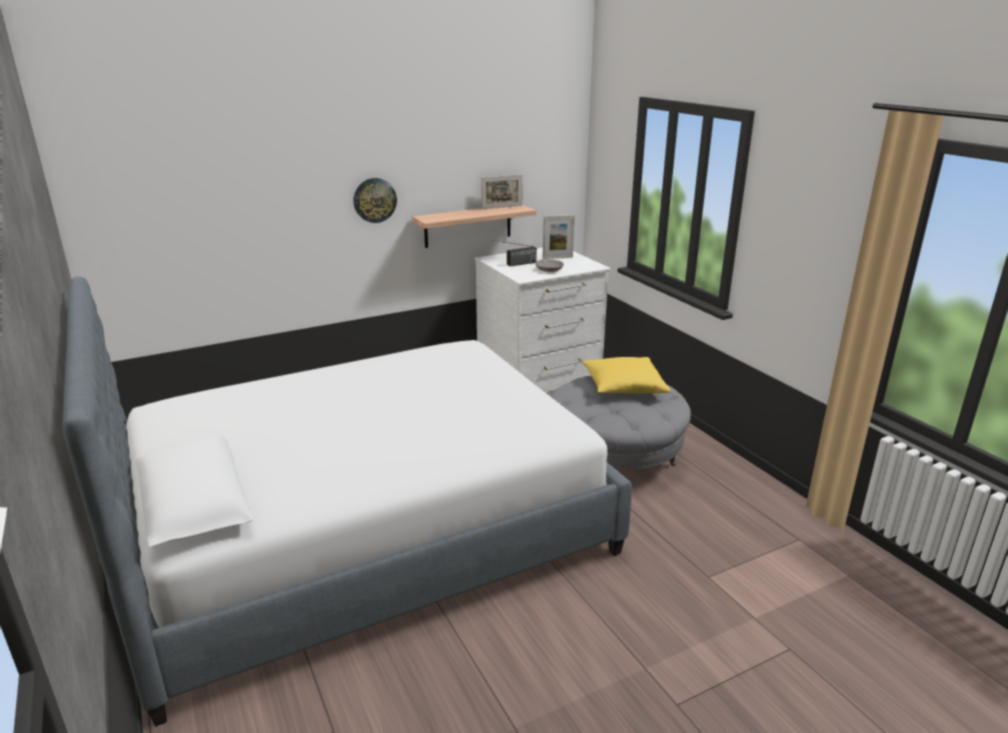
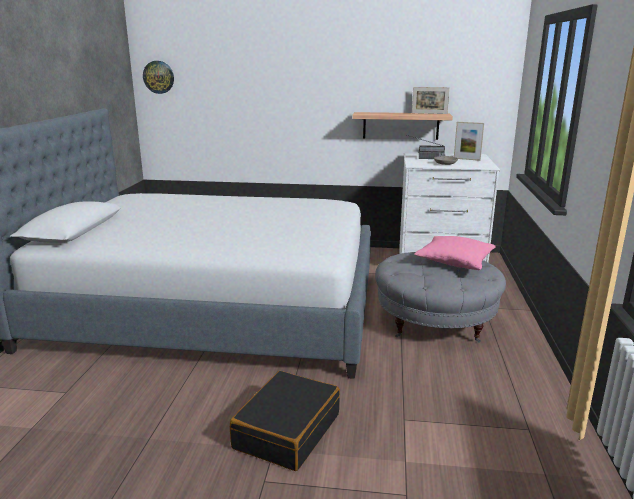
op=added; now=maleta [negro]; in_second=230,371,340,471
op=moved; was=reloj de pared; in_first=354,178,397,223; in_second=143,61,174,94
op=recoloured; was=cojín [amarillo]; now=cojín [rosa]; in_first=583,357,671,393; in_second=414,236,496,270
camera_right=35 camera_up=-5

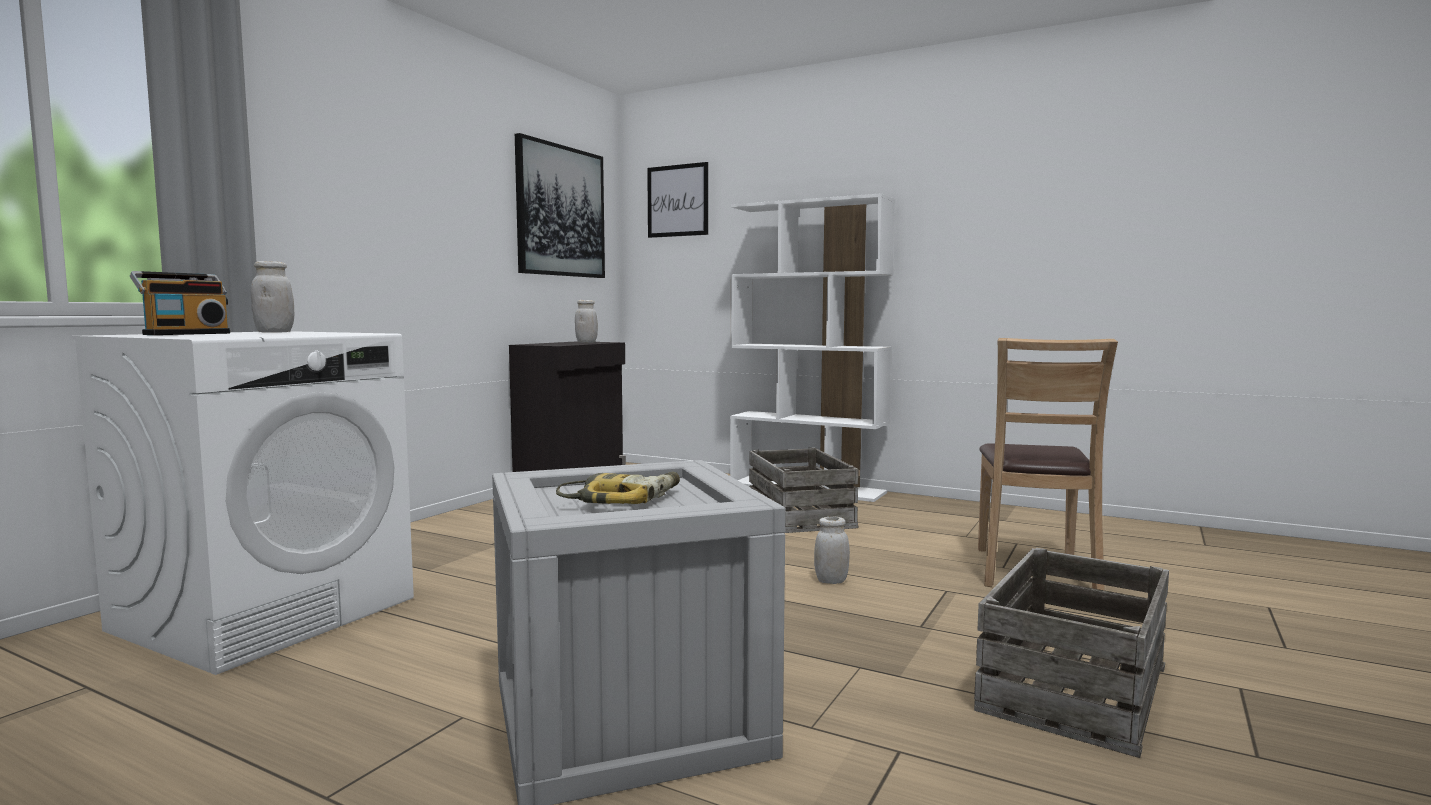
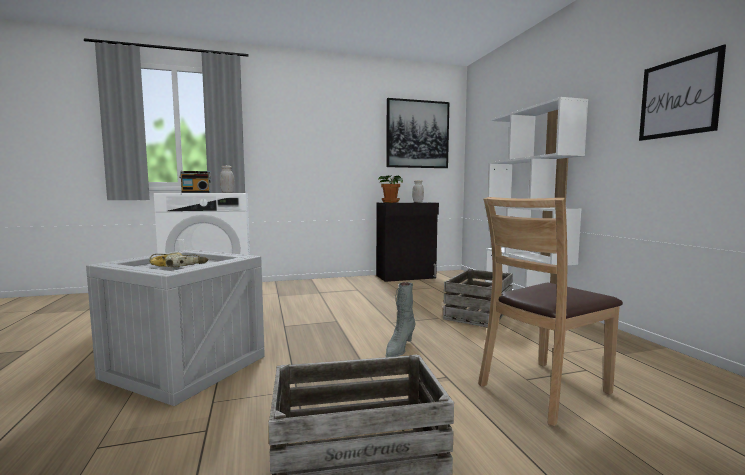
op=added; now=planta en maceta; in_second=378,175,403,203
op=moved; was=cuadro; in_first=647,162,708,238; in_second=639,44,726,141
op=replaced; was=tarro [blanco]; now=bota [gris]; in_first=814,517,850,584; in_second=385,282,415,357
camera_right=45 camera_up=0

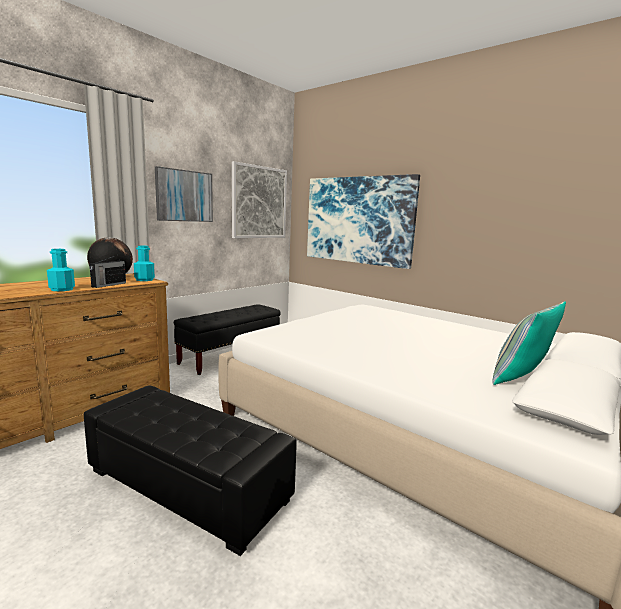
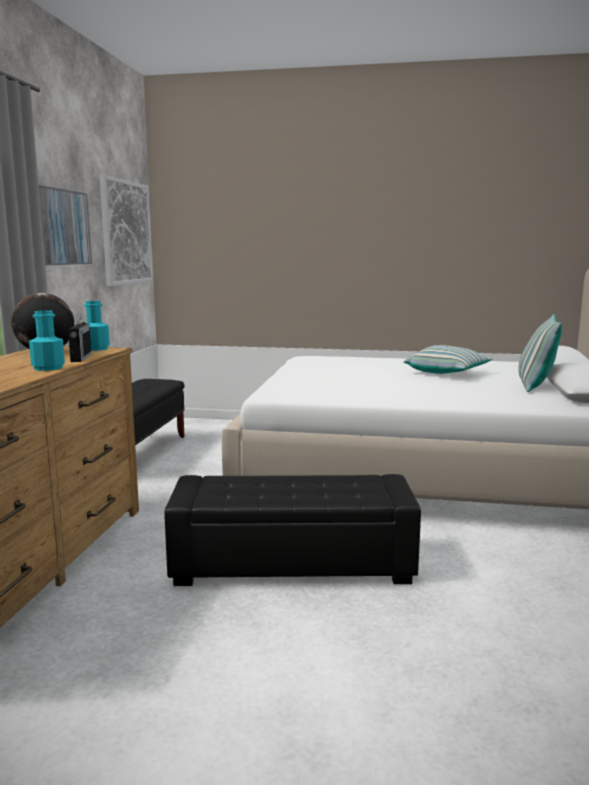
op=removed; was=cuadro; in_first=307,174,420,269
op=added; now=cojín; in_second=403,345,492,374
camera_right=-30 camera_up=0

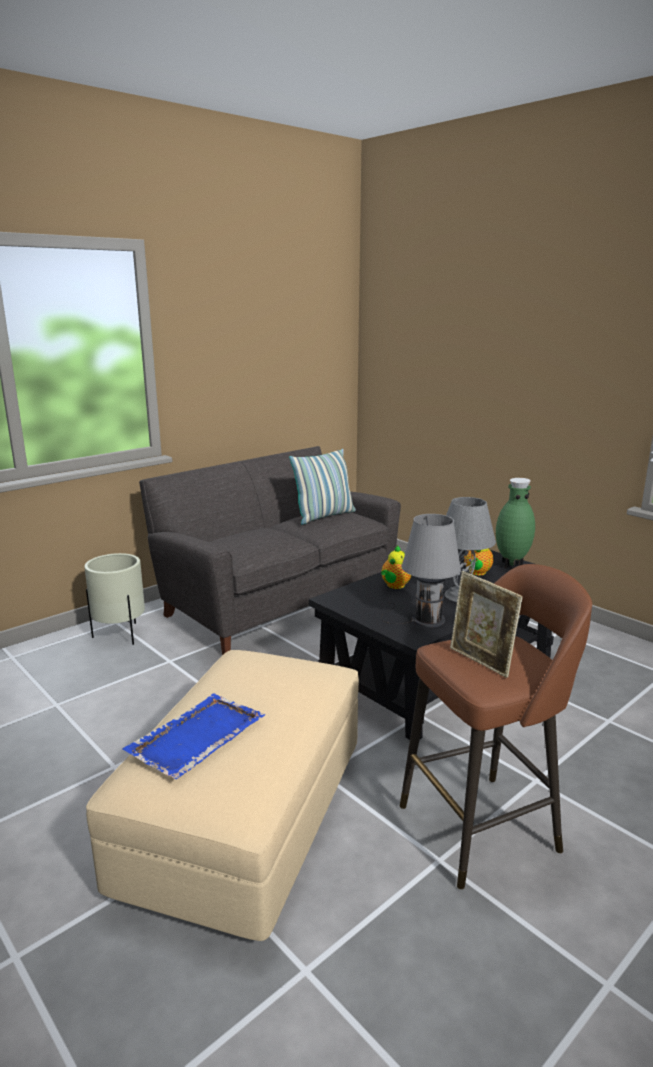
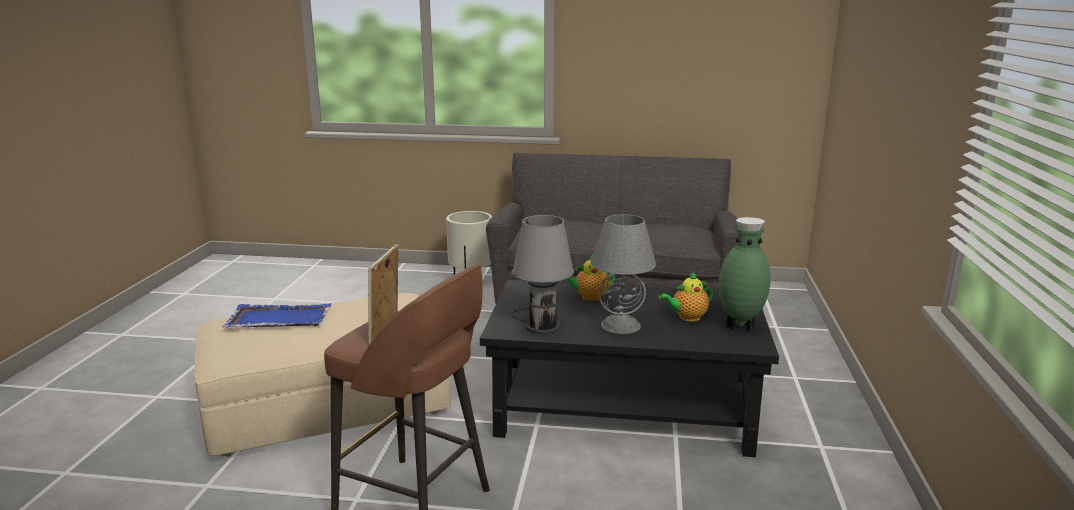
op=removed; was=cojín; in_first=289,449,356,524
camera_right=50 camera_up=0

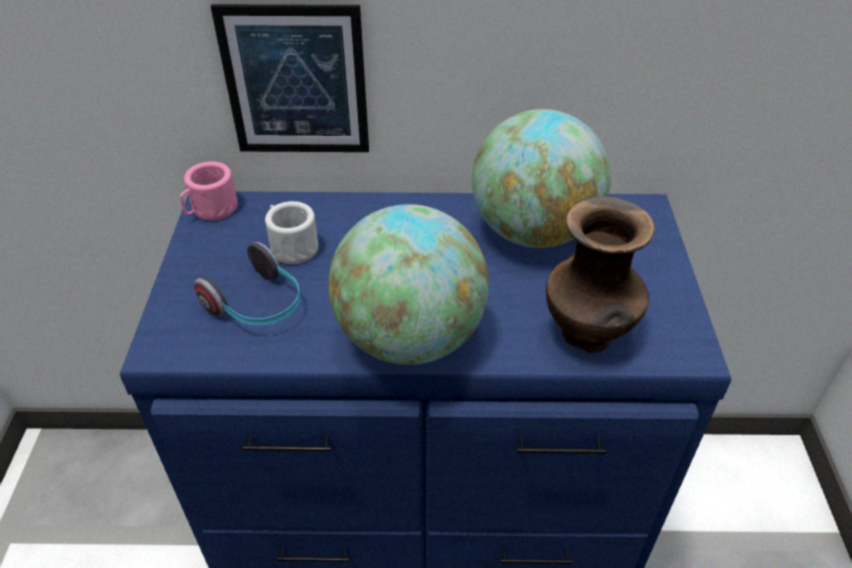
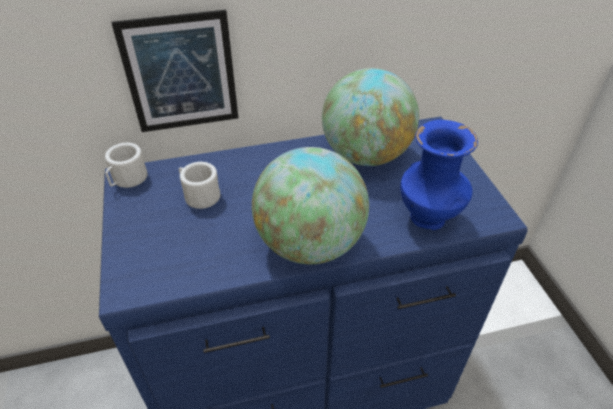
op=removed; was=auriculares; in_first=194,242,300,326
op=recoloured; was=taza grande [rosa]; now=taza grande [blanco]; in_first=180,161,238,220; in_second=105,143,148,188
op=recoloured; was=florero [marrón]; now=florero [azul]; in_first=546,196,655,353; in_second=400,120,478,230
camera_right=-15 camera_up=0

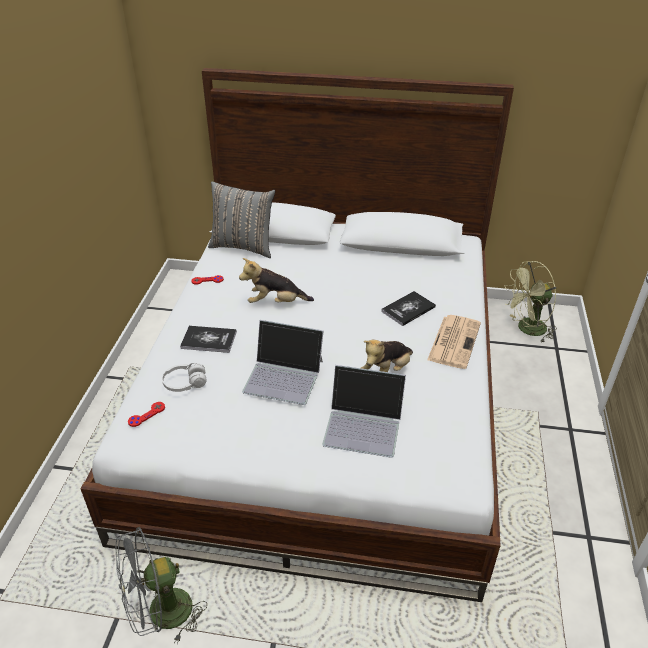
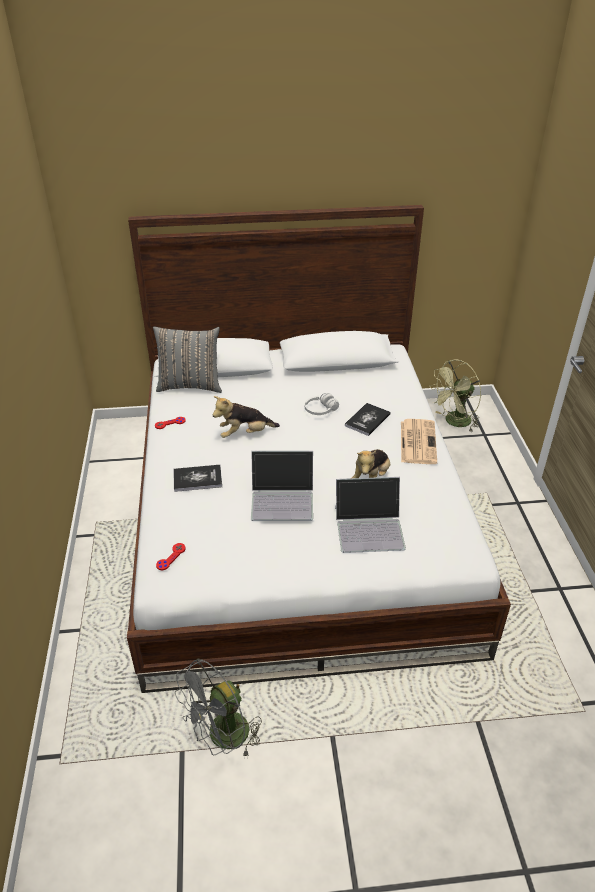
op=moved; was=auriculares [blanco]; in_first=162,363,206,392; in_second=305,393,339,415
camera_right=-15 camera_up=0

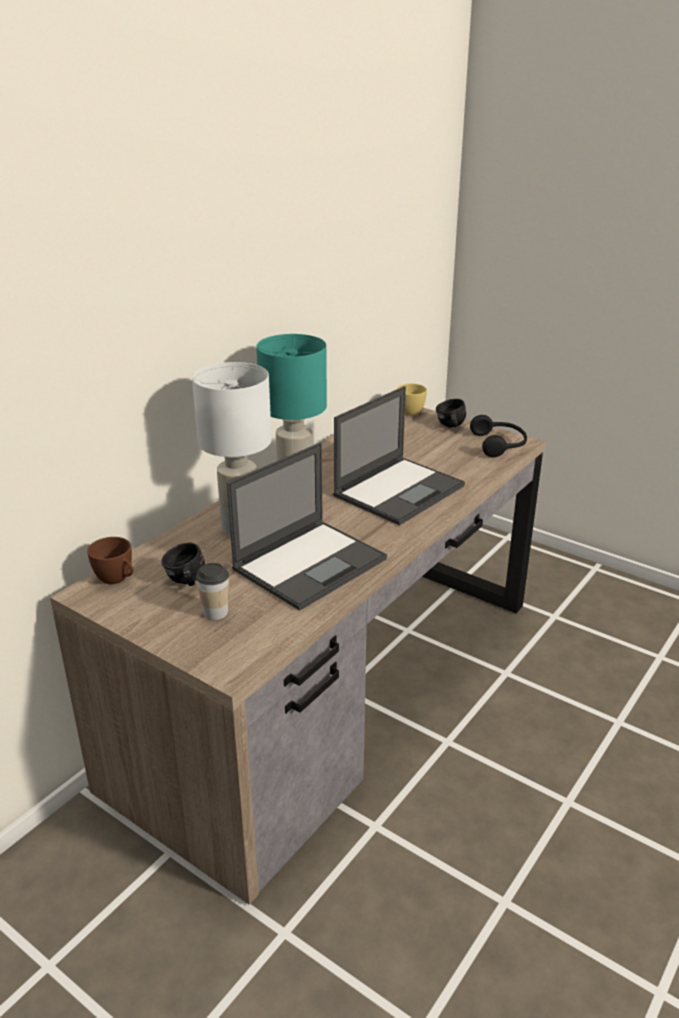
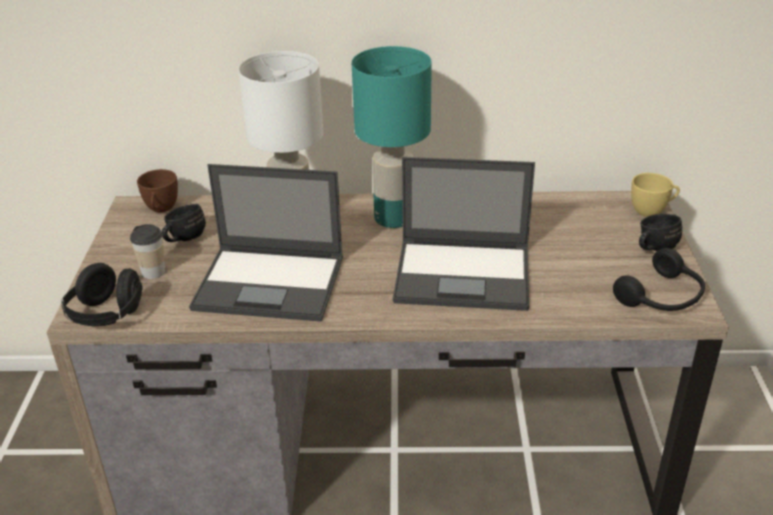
op=added; now=auriculares [negro]; in_second=61,263,143,326
camera_right=55 camera_up=5

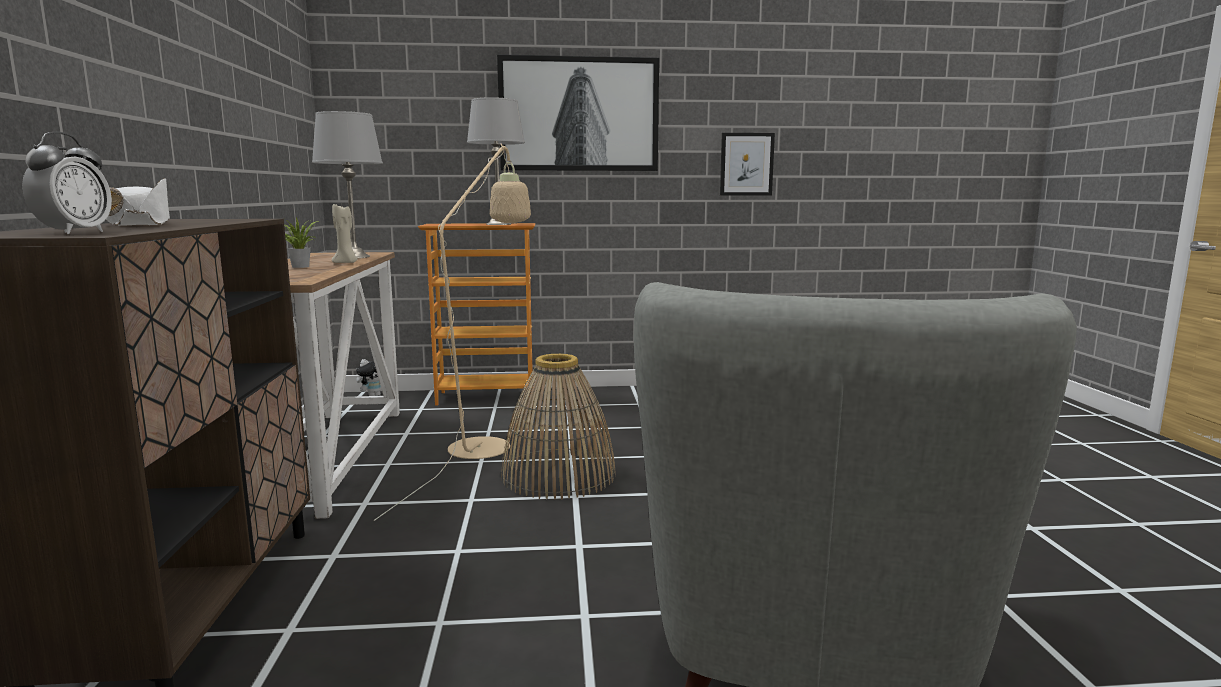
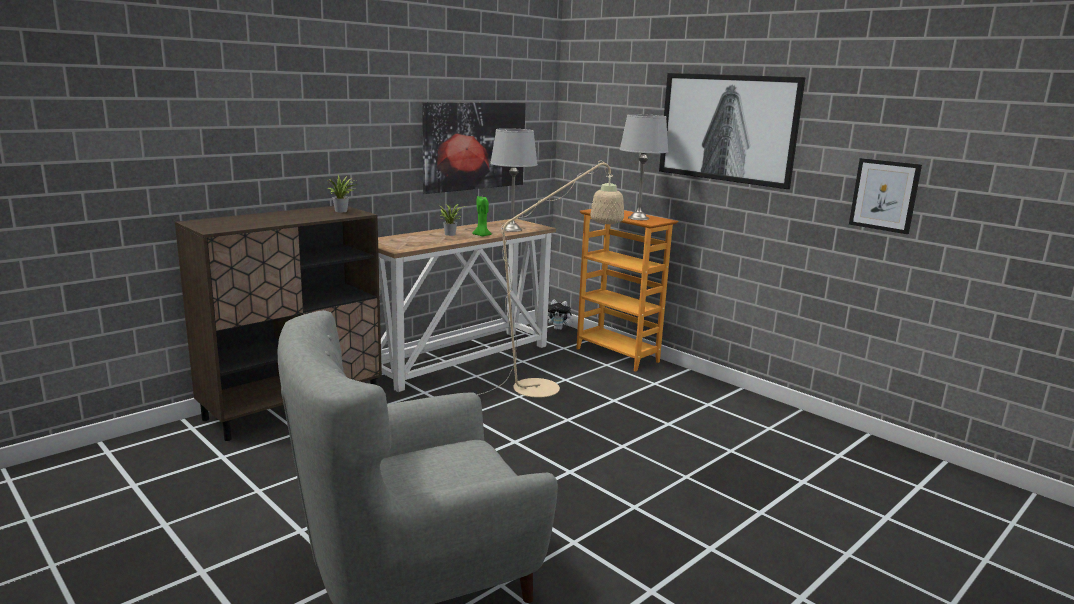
op=removed; was=despertador; in_first=22,132,112,234
op=removed; was=sombrero [blanco]; in_first=106,178,170,226
op=removed; was=cesta; in_first=501,354,616,500
op=added; now=planta en maceta; in_second=327,174,355,212
op=added; now=cuadro; in_second=422,102,526,194
op=recoloured; was=vela [beis]; now=vela [verde]; in_first=332,204,358,263; in_second=472,196,492,237
camera_right=50 camera_up=5

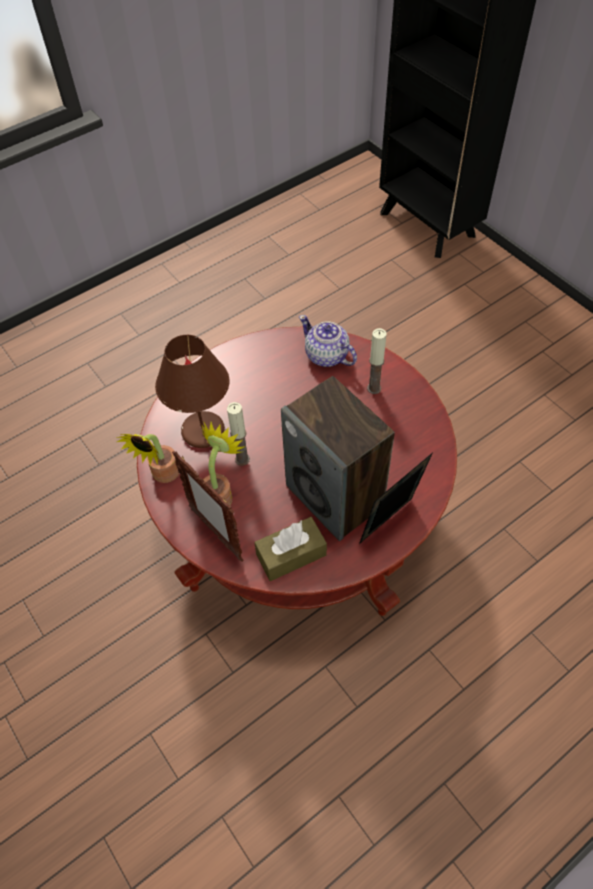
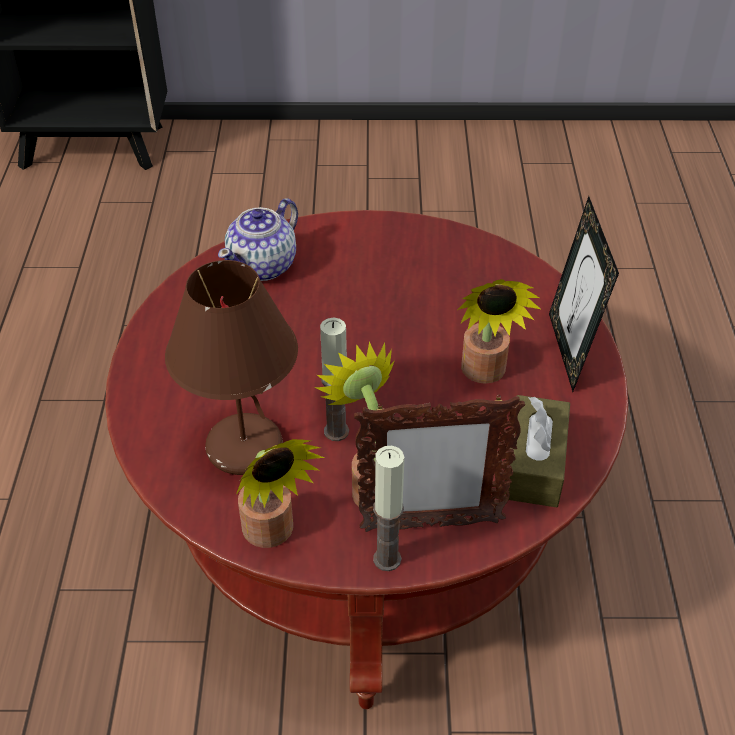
op=moved; was=vela; in_first=367,328,387,394; in_second=373,446,404,571
op=replaced; was=altavoz; now=planta en maceta; in_first=281,376,395,541; in_second=458,279,540,384
op=turned; was=tetera; in_first=299,315,357,367; in_second=218,198,298,281; clockwise=-45
camera_right=-55 camera_up=-10

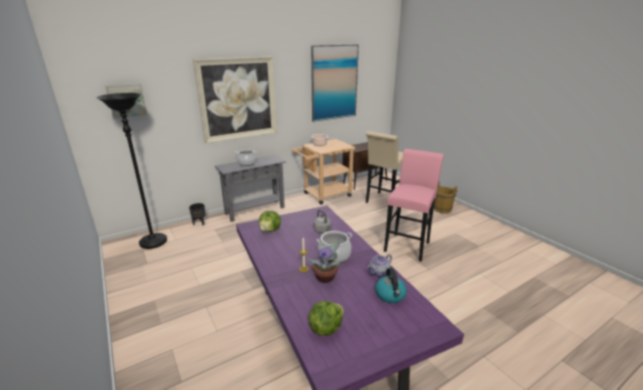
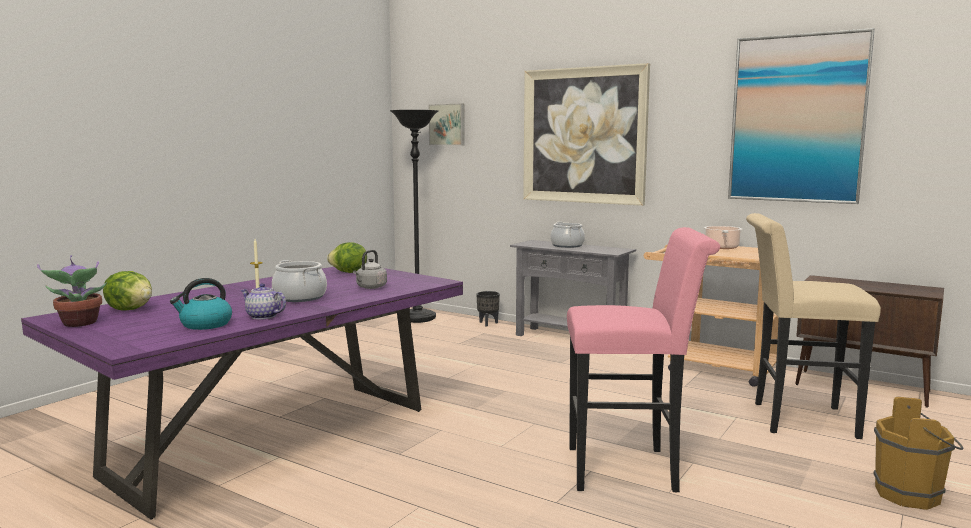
op=moved; was=planta en maceta; in_first=308,238,342,283; in_second=37,255,107,327
camera_right=65 camera_up=-15

